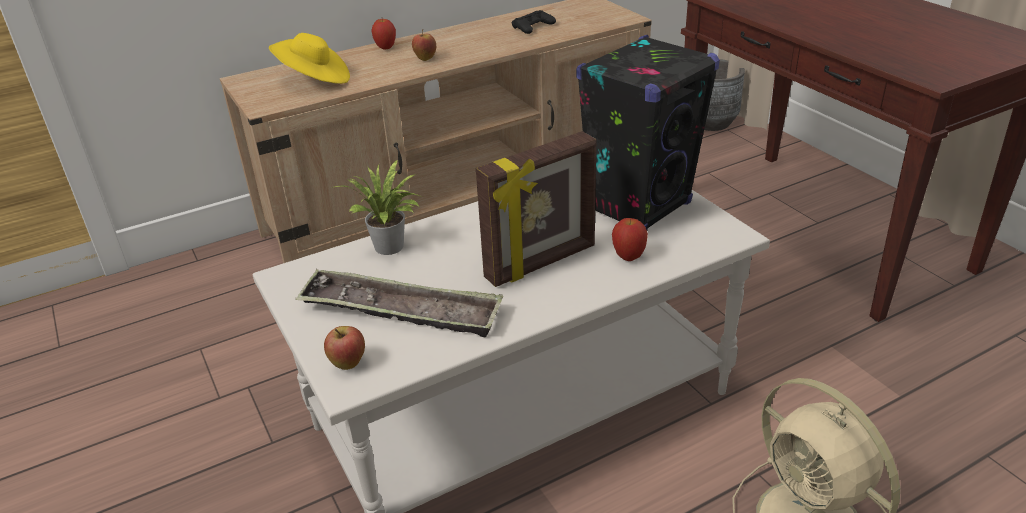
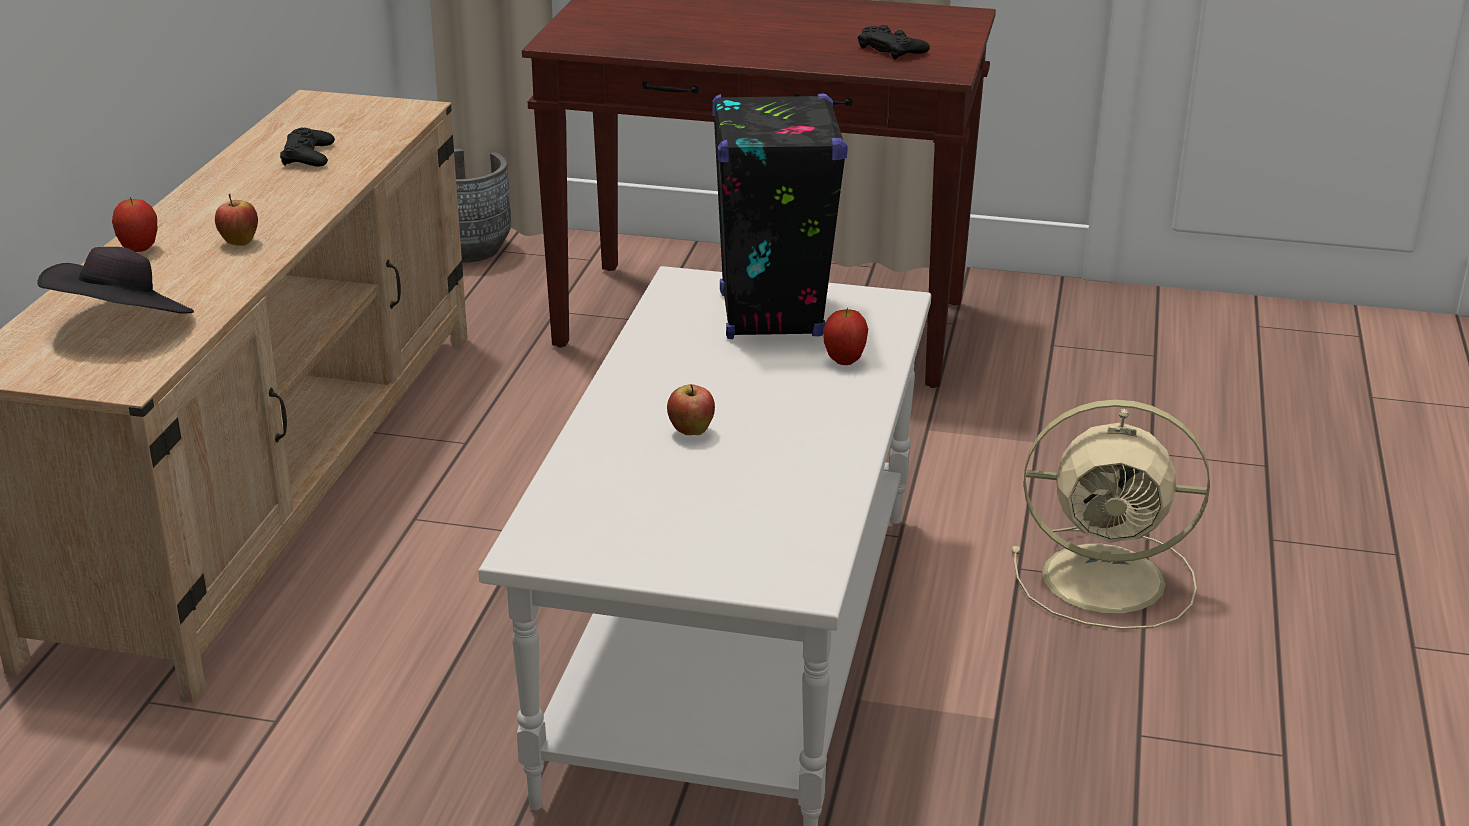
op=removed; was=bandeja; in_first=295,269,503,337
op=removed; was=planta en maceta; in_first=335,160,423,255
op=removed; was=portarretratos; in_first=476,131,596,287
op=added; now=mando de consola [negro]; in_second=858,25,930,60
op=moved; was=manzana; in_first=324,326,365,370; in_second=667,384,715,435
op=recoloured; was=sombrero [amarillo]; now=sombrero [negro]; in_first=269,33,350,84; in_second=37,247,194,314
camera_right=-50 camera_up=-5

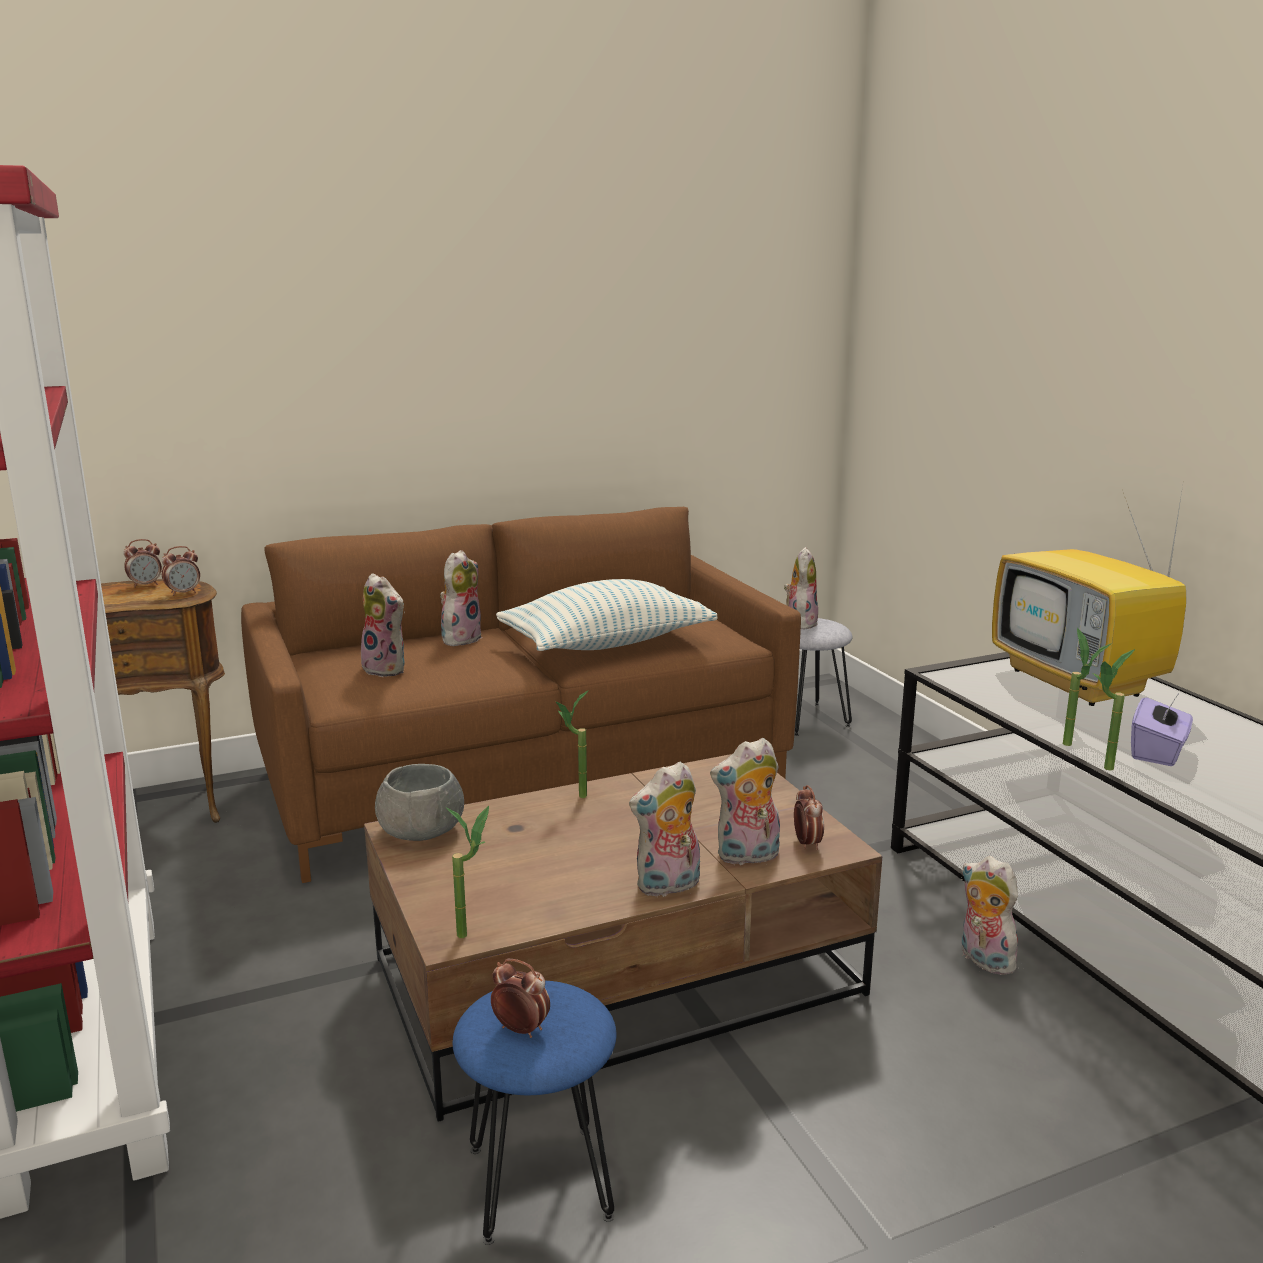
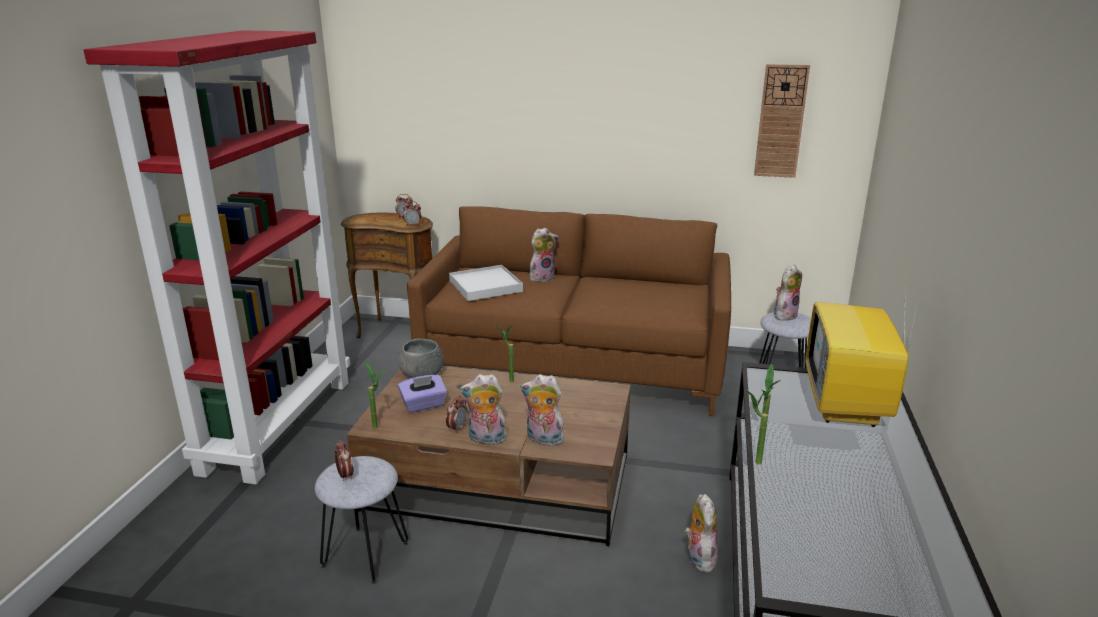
op=removed; was=cojín; in_first=496,579,717,651
op=added; now=reloj de pared; in_second=754,64,810,178
op=moved; was=despertador; in_first=794,785,824,850; in_second=446,396,468,433
op=moved; was=caja de pañuelos [morado]; in_first=1131,695,1193,766; in_second=398,375,447,413
op=replaced; was=peluche; now=bandeja [blanco]; in_first=361,573,405,677; in_second=449,265,523,301
op=recoloured; was=taburete [azul]; now=taburete [gris]; in_first=452,981,616,1245; in_second=315,456,408,584
camera_right=35 camera_up=5

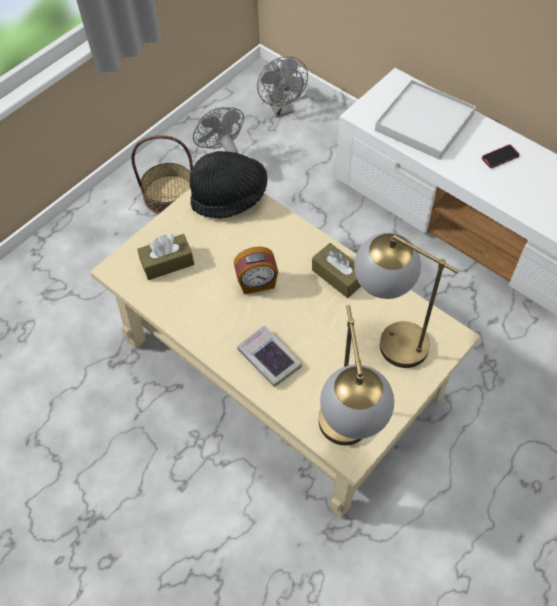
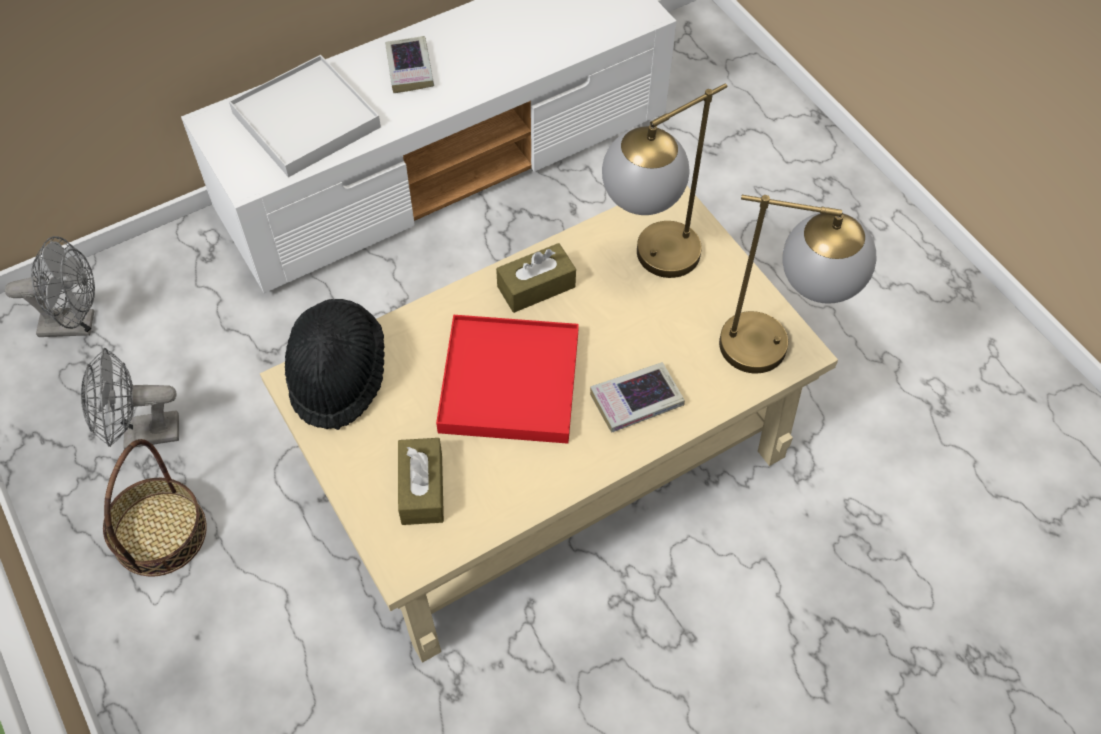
op=replaced; was=despertador; now=bandeja [rojo]; in_first=234,246,279,294; in_second=436,315,579,444
op=replaced; was=móvil; now=libro; in_first=482,145,520,168; in_second=385,36,434,93
camera_right=-75 camera_up=0

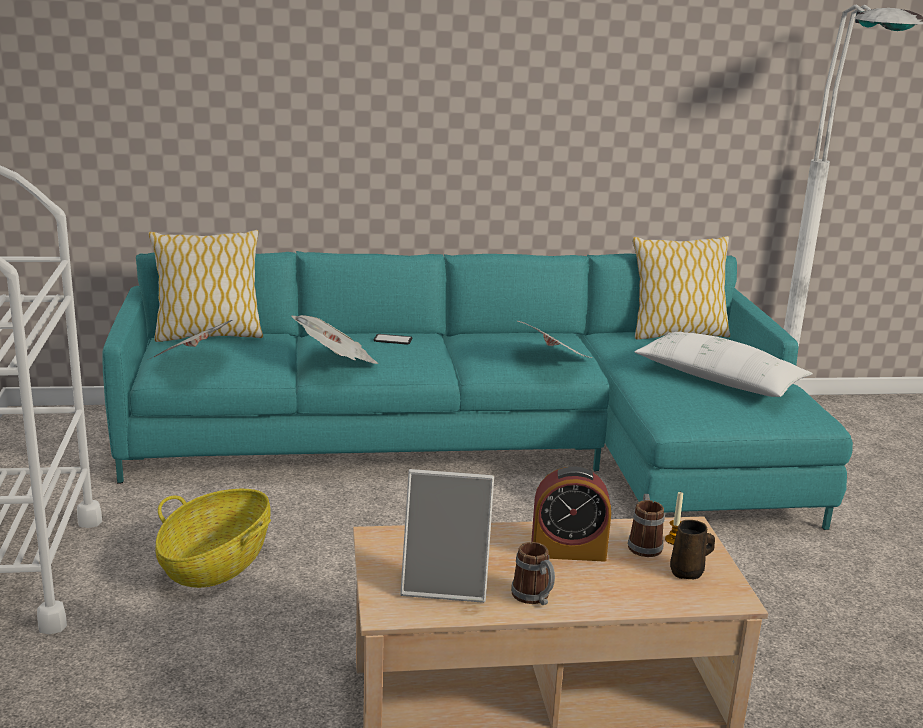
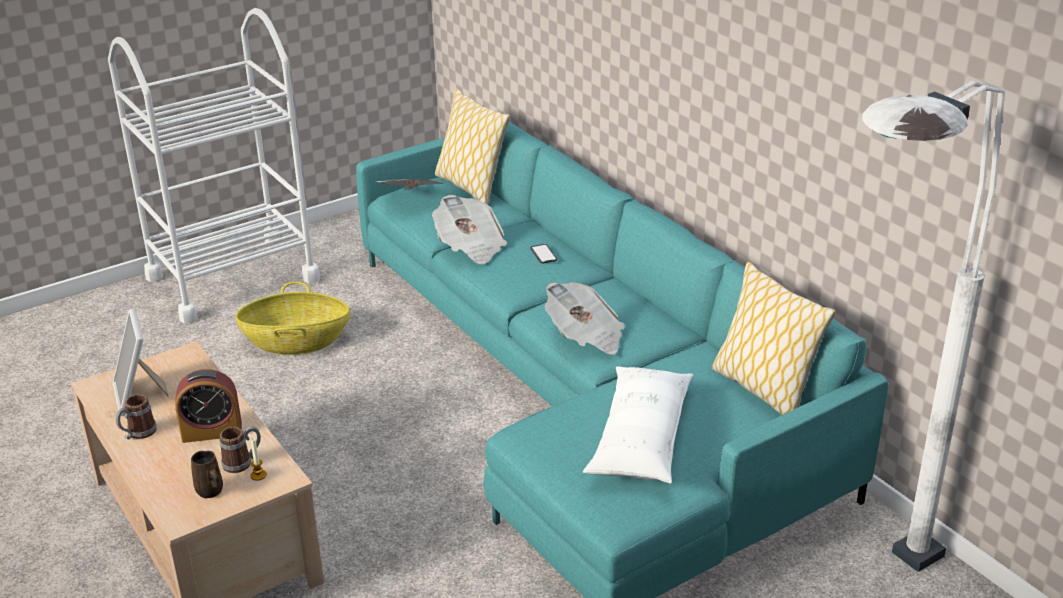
op=turned; was=despertador; in_first=531,466,611,561; in_second=175,369,242,443; clockwise=-75
camera_right=65 camera_up=10

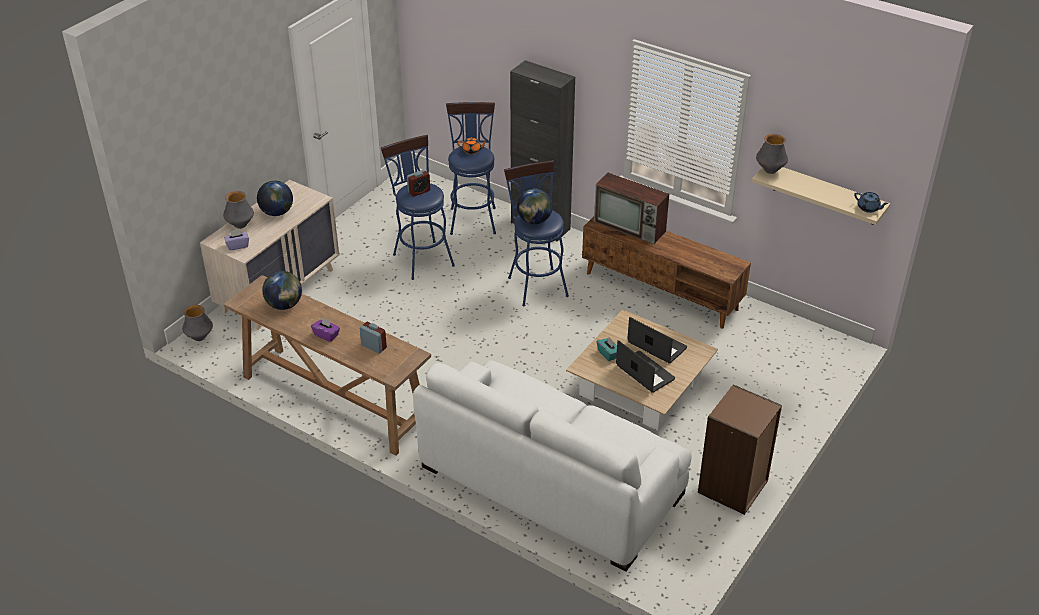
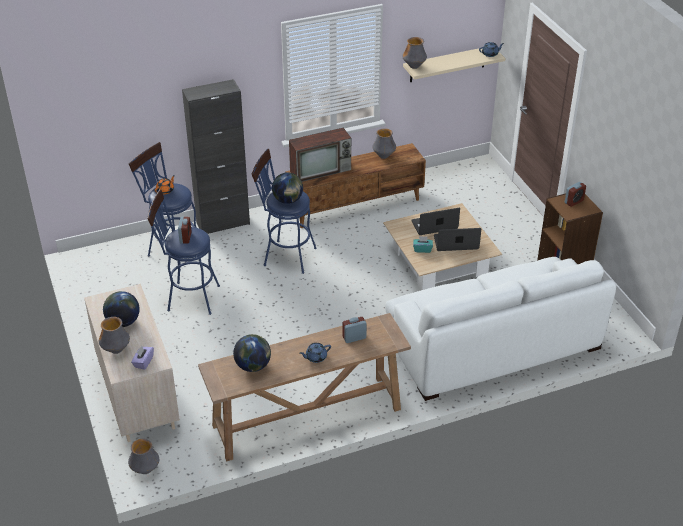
op=added; now=florero; in_second=372,128,396,159
op=added; now=despertador; in_second=565,182,586,207
op=replaced; was=caja de pañuelos [morado]; now=tetera [azul]; in_first=311,317,340,342; in_second=299,343,331,363
camera_right=-55 camera_up=0

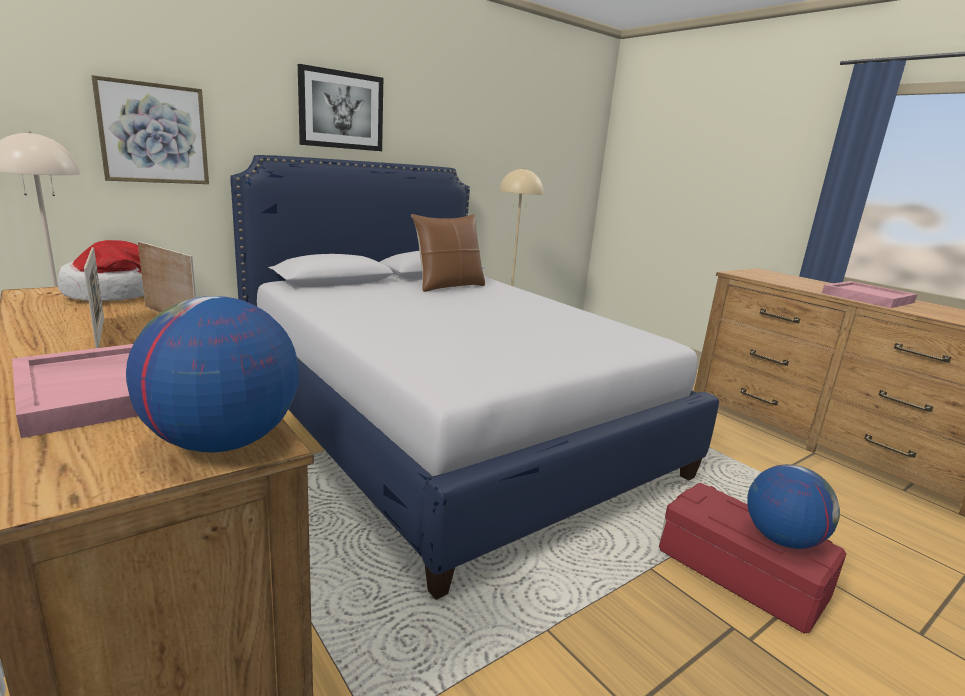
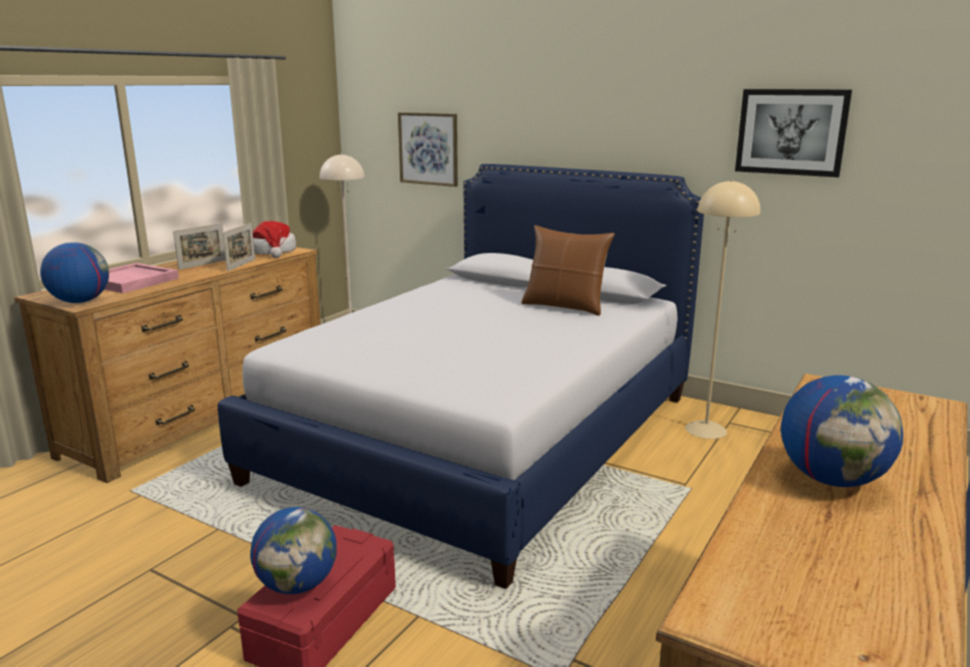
op=moved; was=cuadro; in_first=298,64,383,151; in_second=735,89,852,177
op=replaced; was=bandeja [rosa]; now=globo terráqueo; in_first=822,281,918,308; in_second=781,375,903,487
camera_right=70 camera_up=0

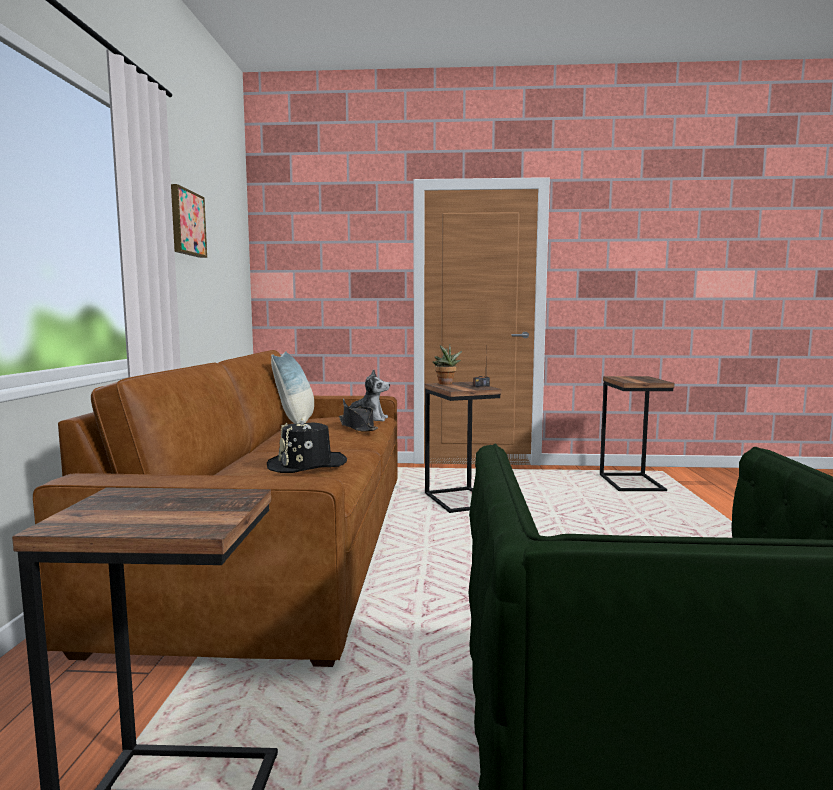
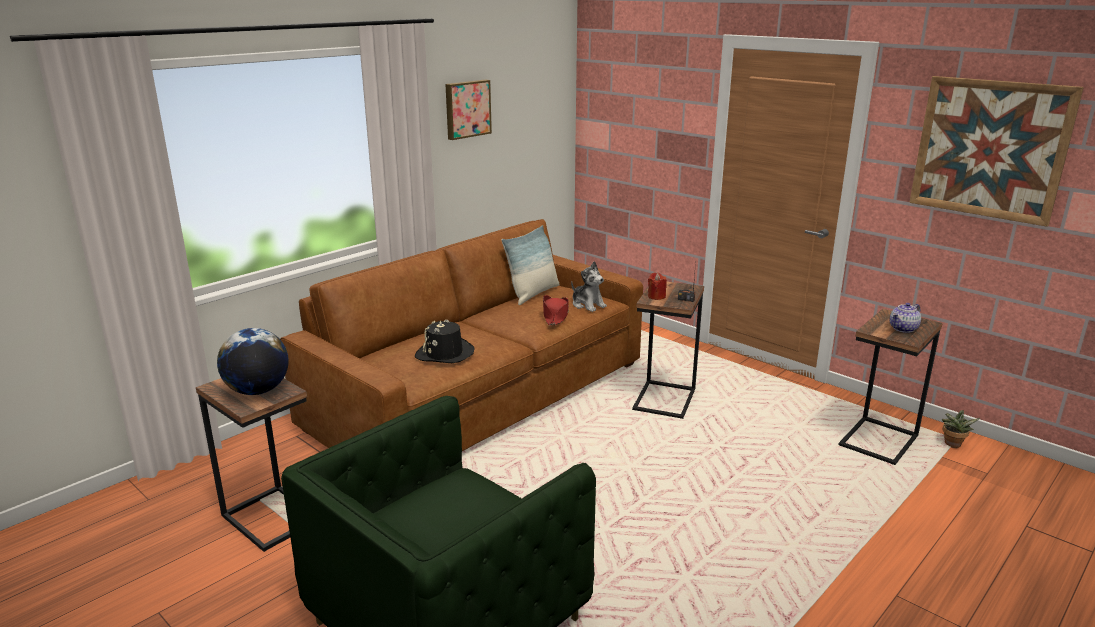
op=added; now=globo terráqueo; in_second=217,328,289,395
op=added; now=vela [rojo]; in_second=648,272,667,300
op=added; now=tetera; in_second=890,303,921,333
op=added; now=cuadro; in_second=909,76,1084,227
op=moved; was=planta en maceta; in_first=433,345,462,384; in_second=942,410,980,448
op=recoloured; was=sombrero [negro]; now=sombrero [rojo]; in_first=339,405,378,432; in_second=543,295,569,326
camera_right=40 camera_up=15

